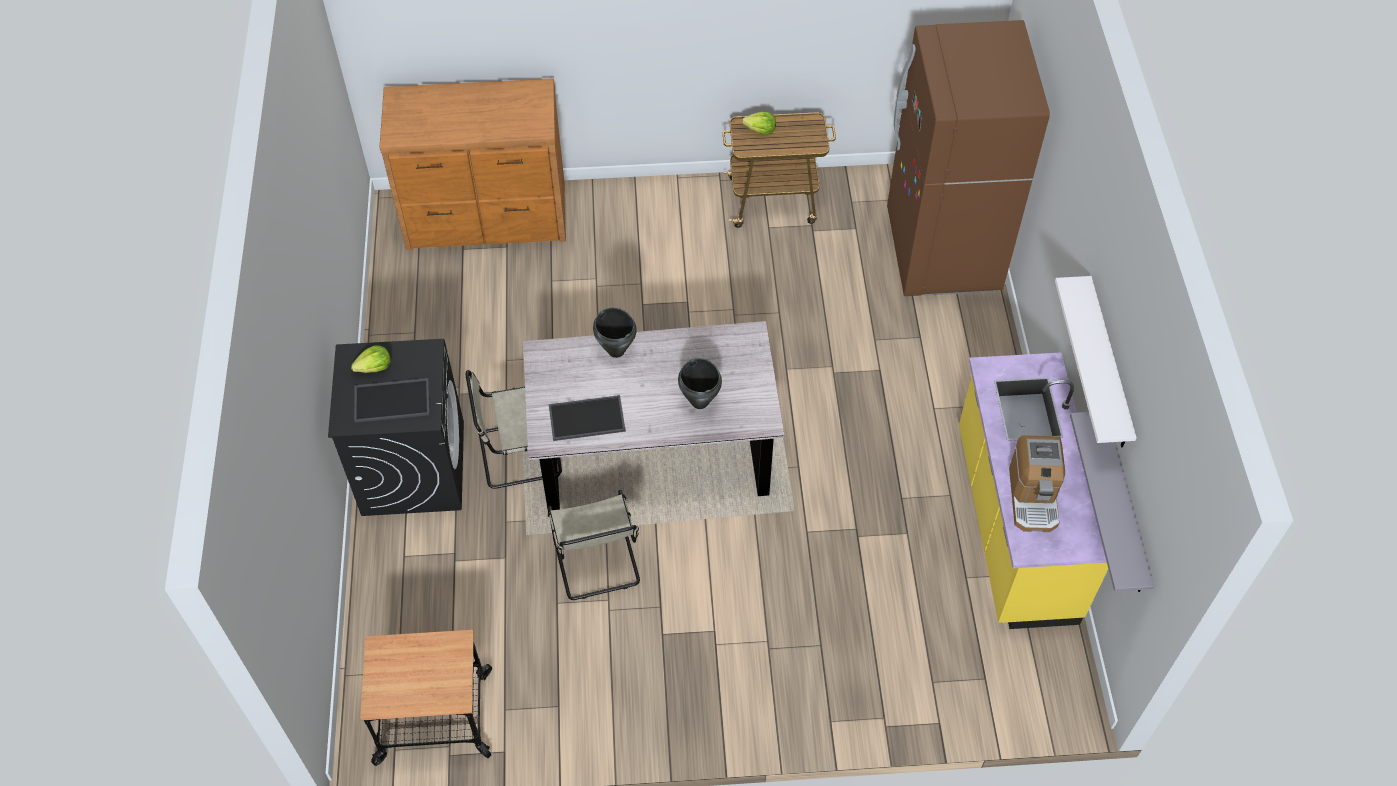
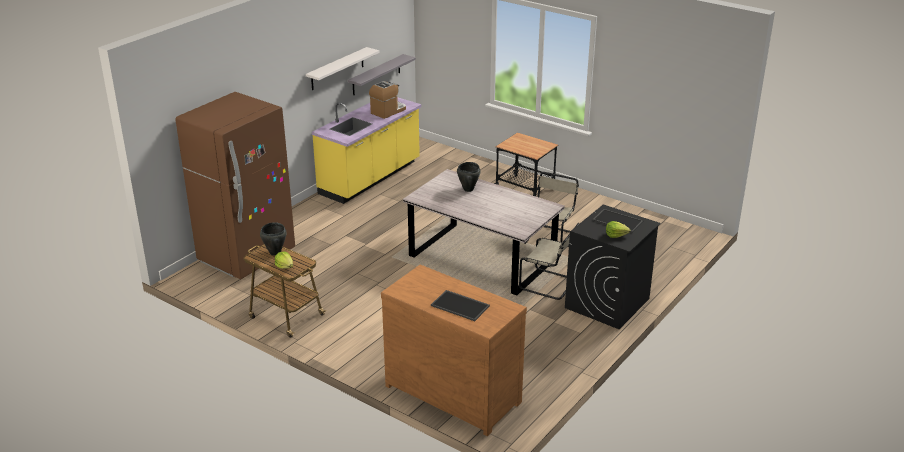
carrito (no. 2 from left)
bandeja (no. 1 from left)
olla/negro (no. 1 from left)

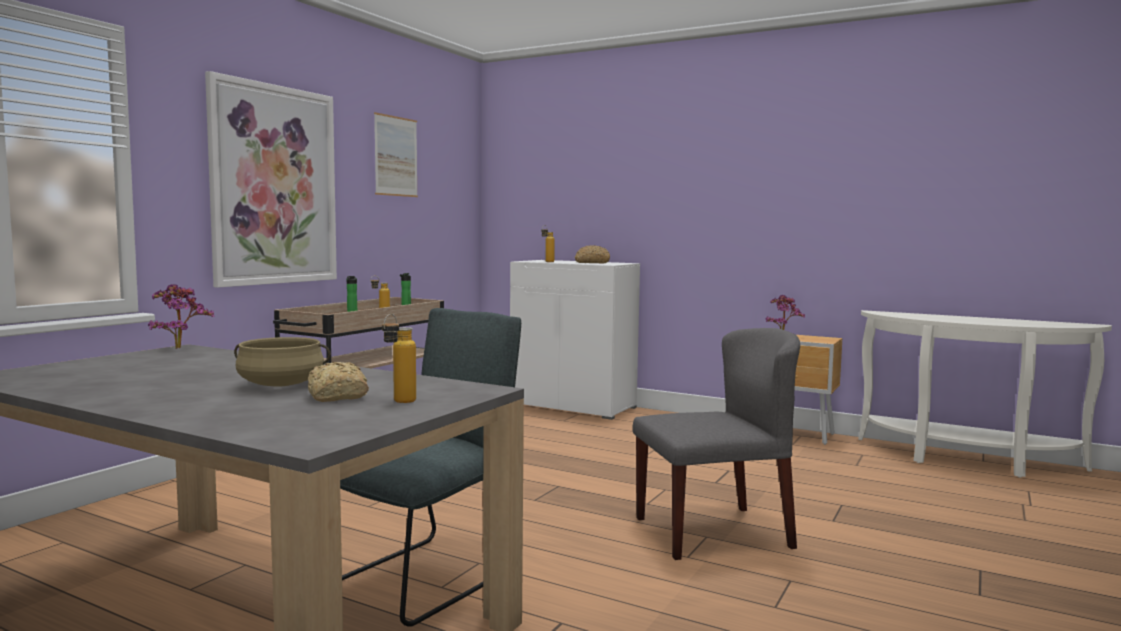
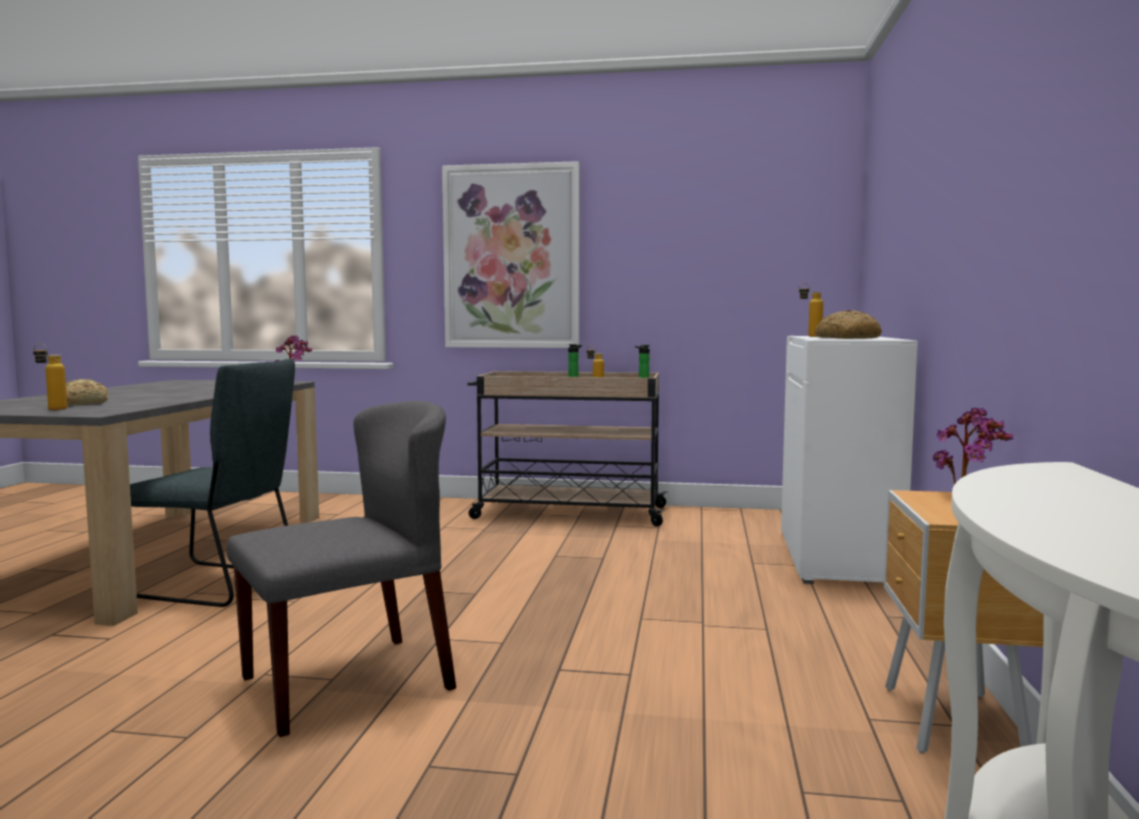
olla/beis
cuadro (no. 2 from left in the first image)
silla/gris (no. 2 from left)

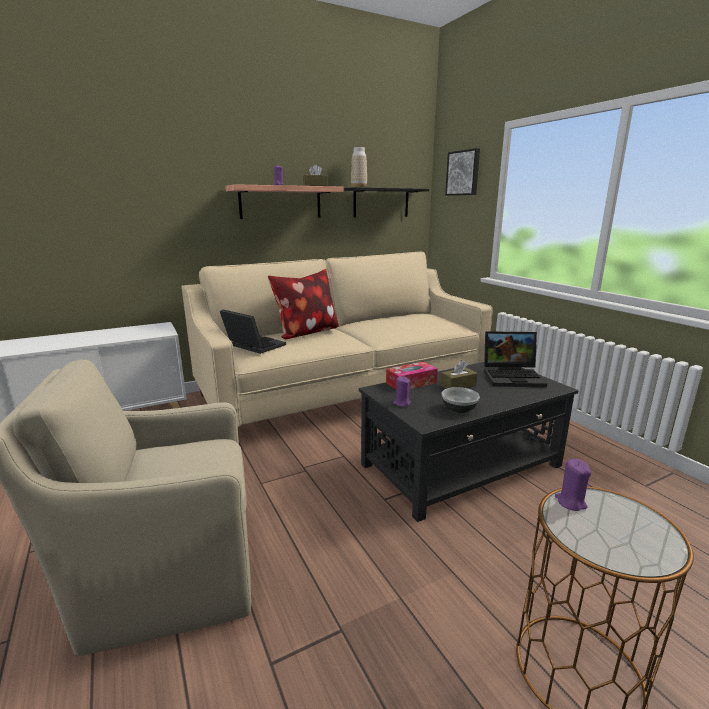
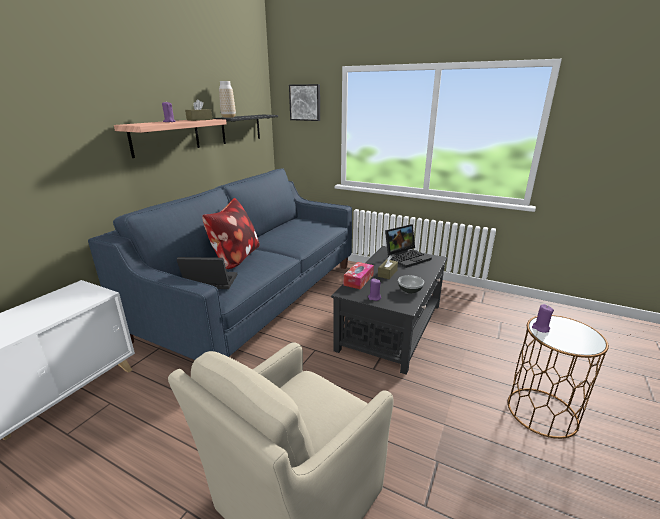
sofá/azul

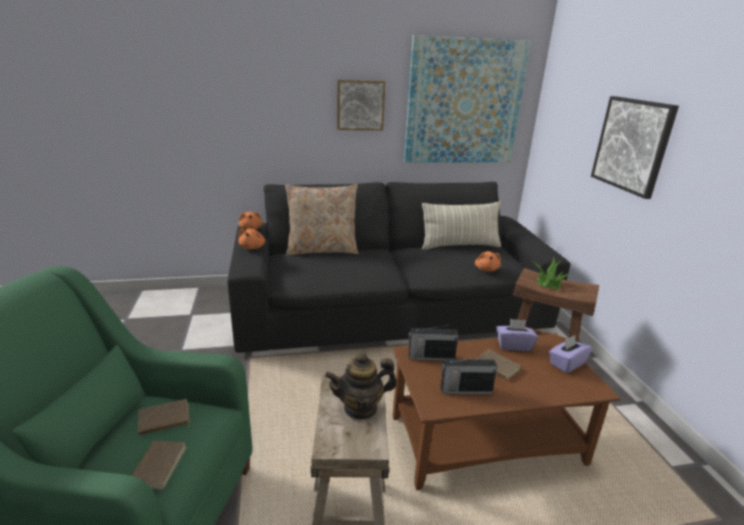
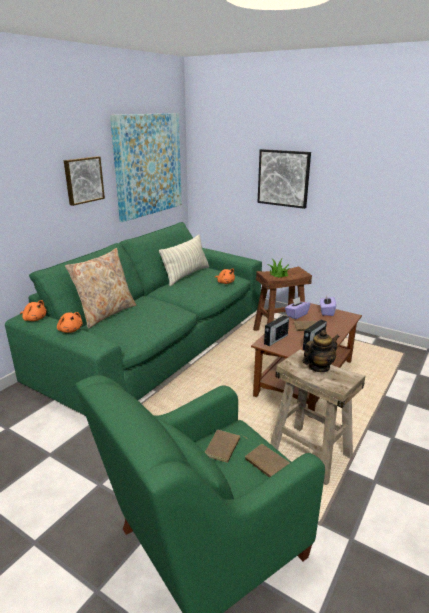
sofá/verde
tetera

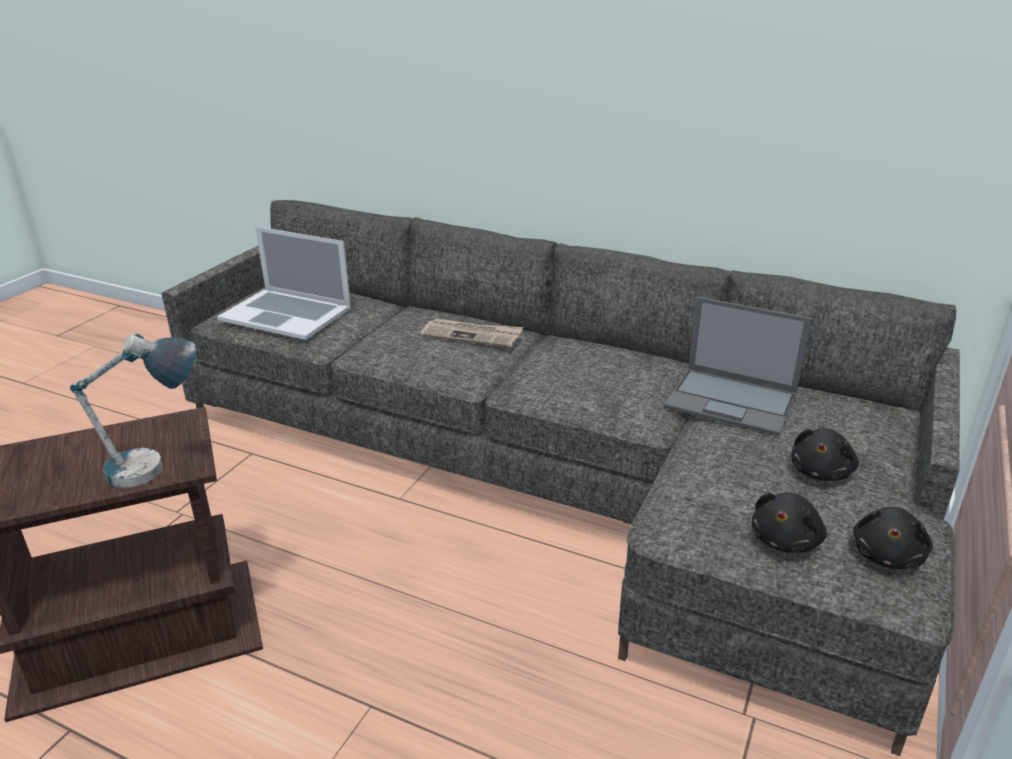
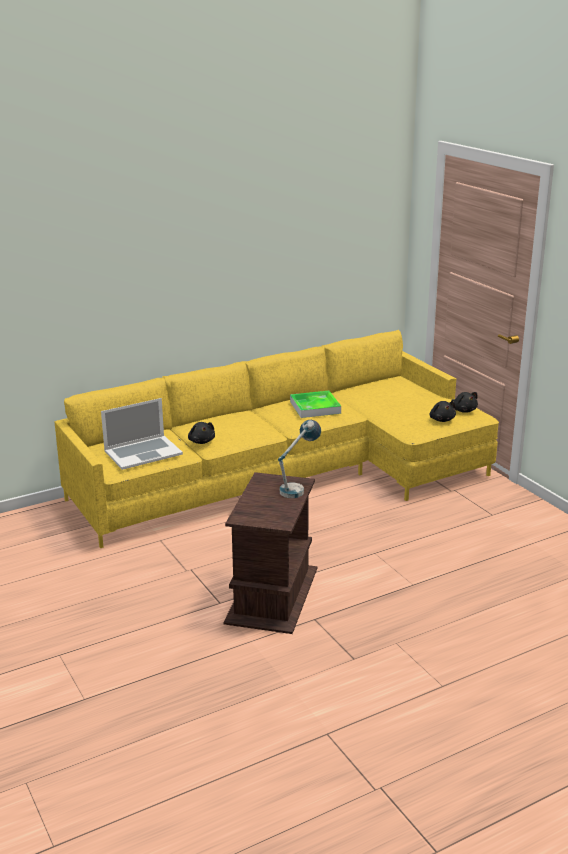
sofá/amarillo
periódico
portátil (no. 2 from left in the first image)
peluche/negro (no. 1 from left)
bandeja

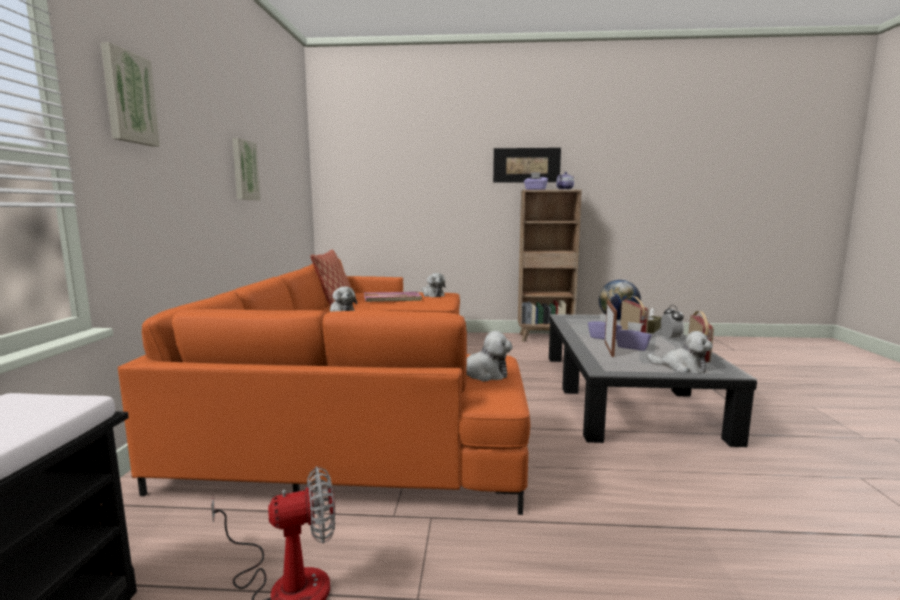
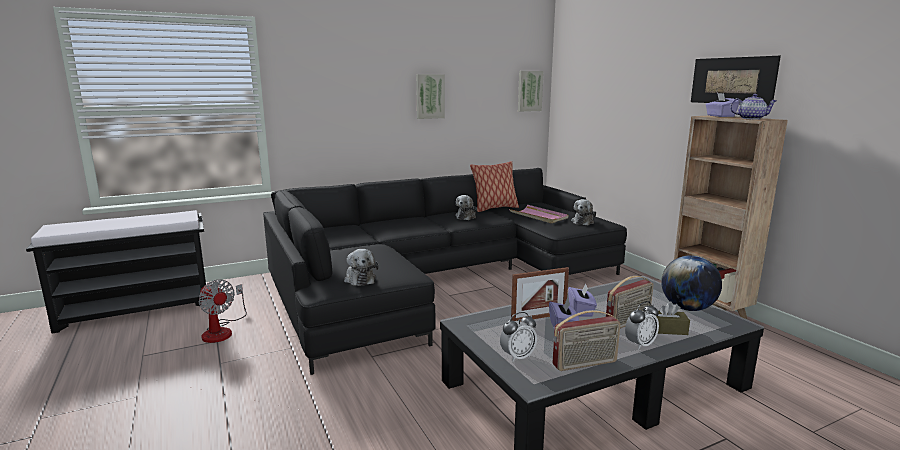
cuadro (no. 2 from left)
sofá/negro
despertador (no. 1 from left)

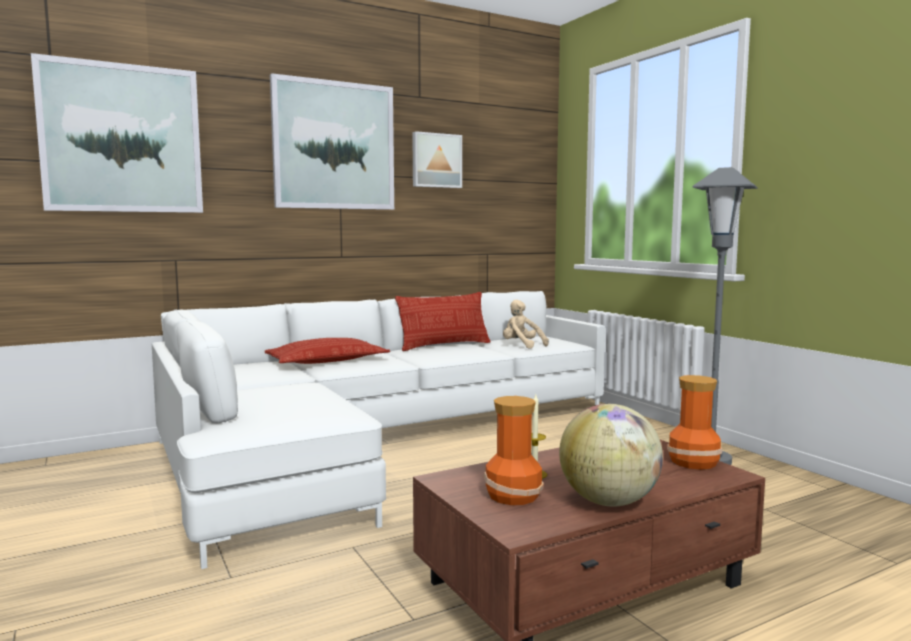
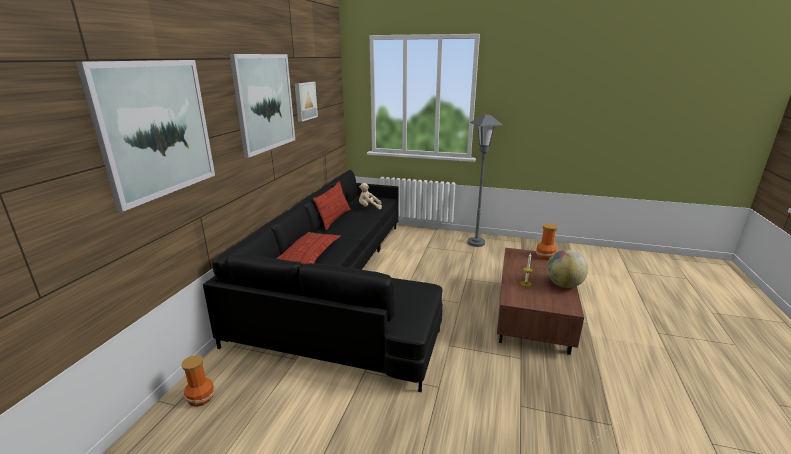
sofá/negro
florero (no. 1 from left)

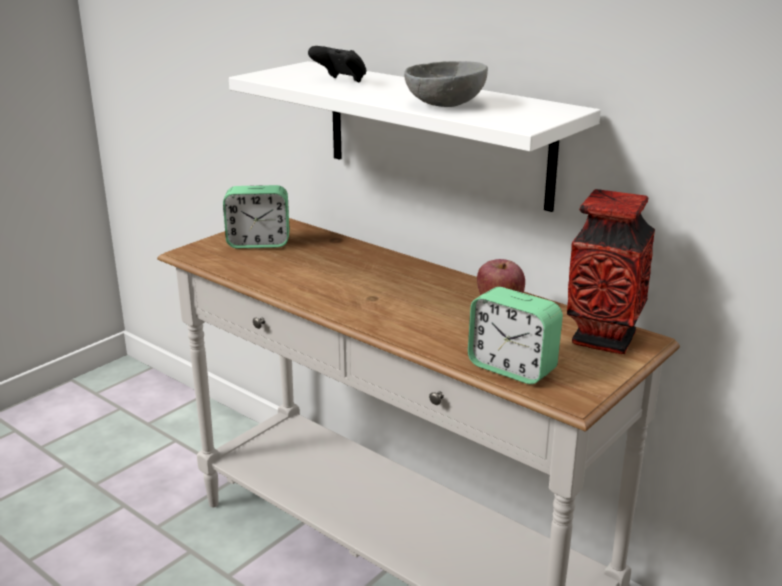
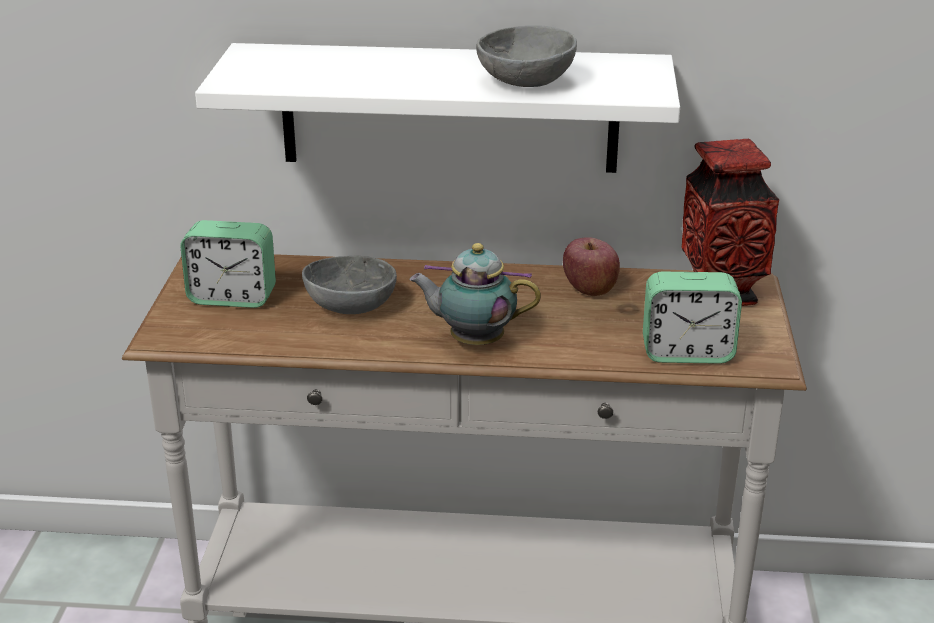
despertador (no. 1 from left)
mando de consola/negro
cuenco/gris (no. 1 from left)
tetera

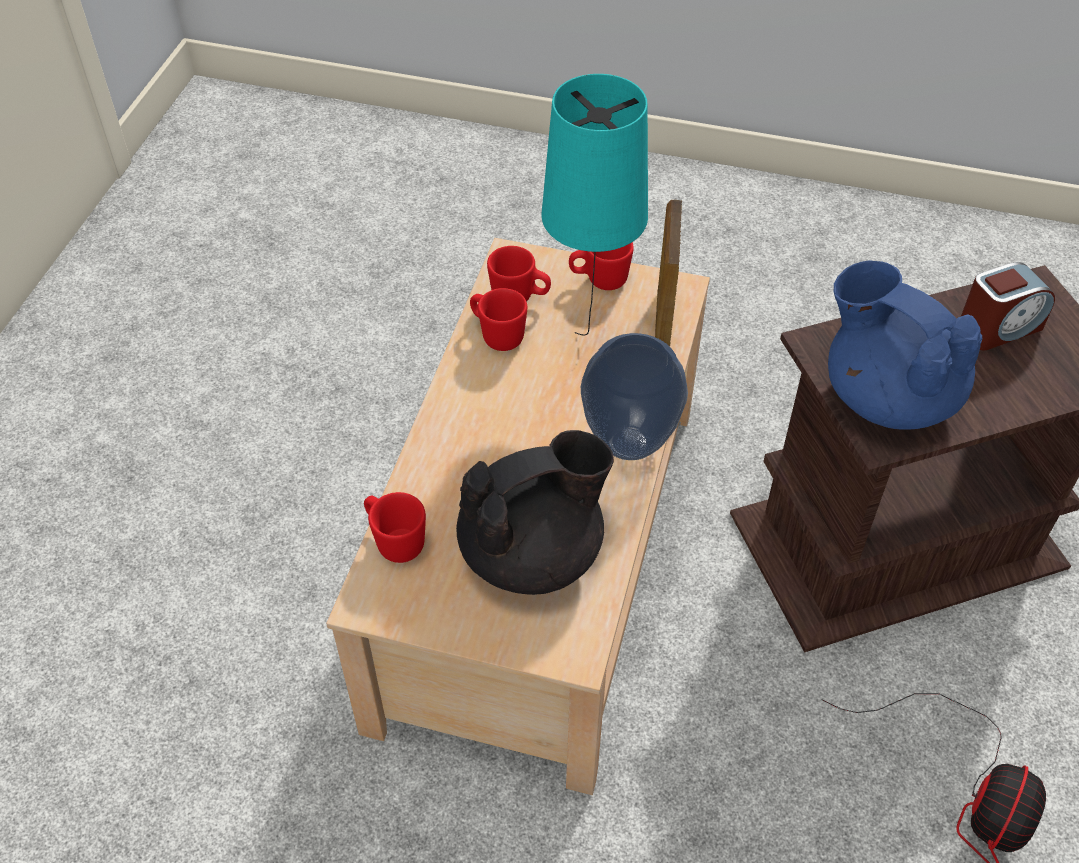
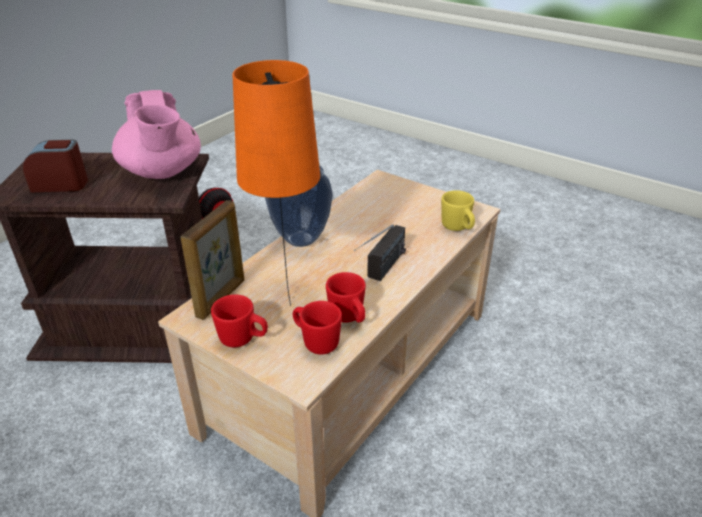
taza grande/amarillo
tetera/negro
lámpara de mesa/naranja
tetera/rosa
radio

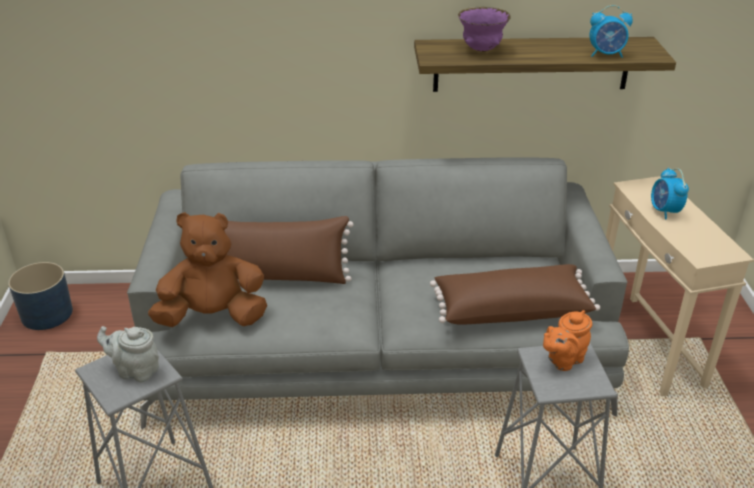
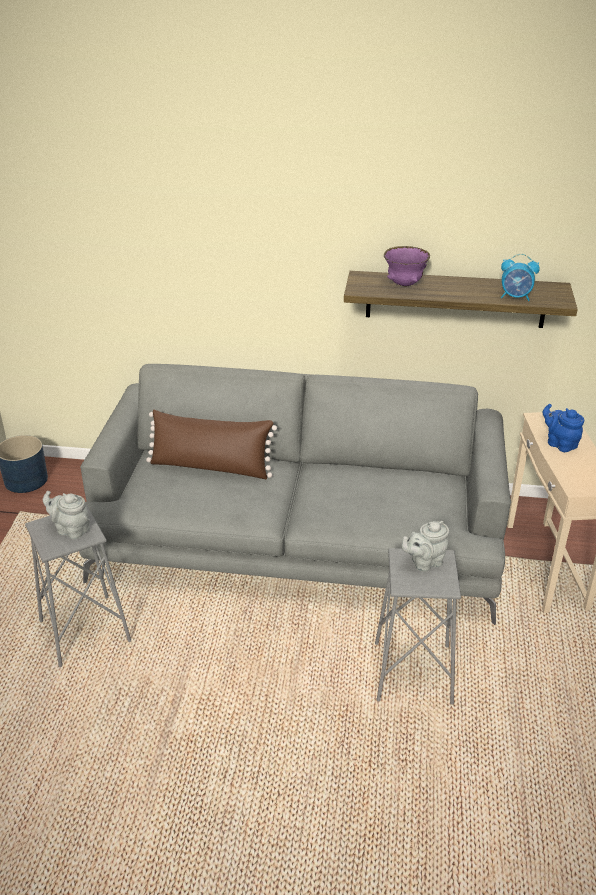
peluche/marrón
cojín/marrón (no. 2 from left in the first image)
tetera/gris (no. 2 from left)
tetera/azul

